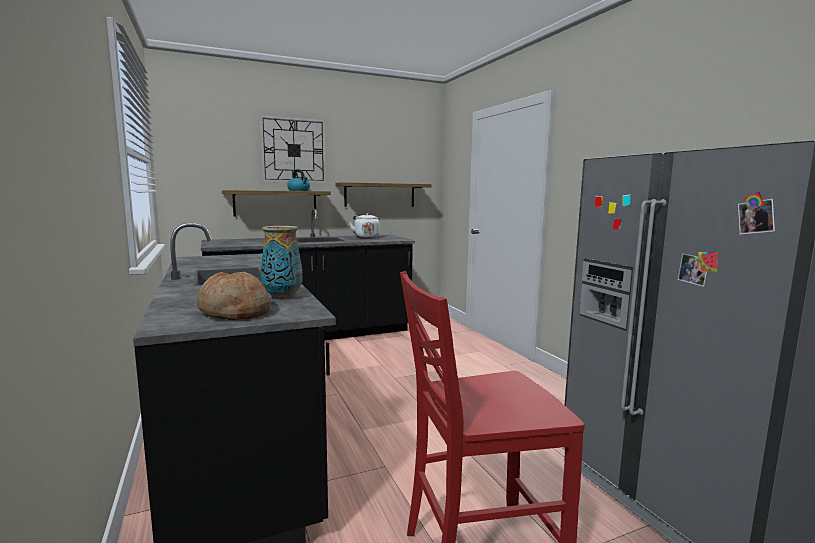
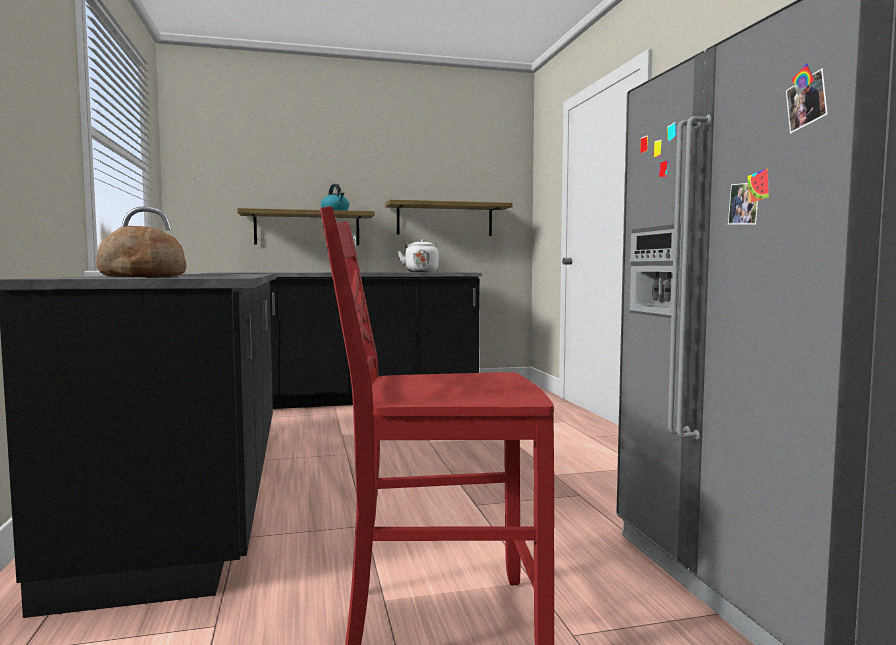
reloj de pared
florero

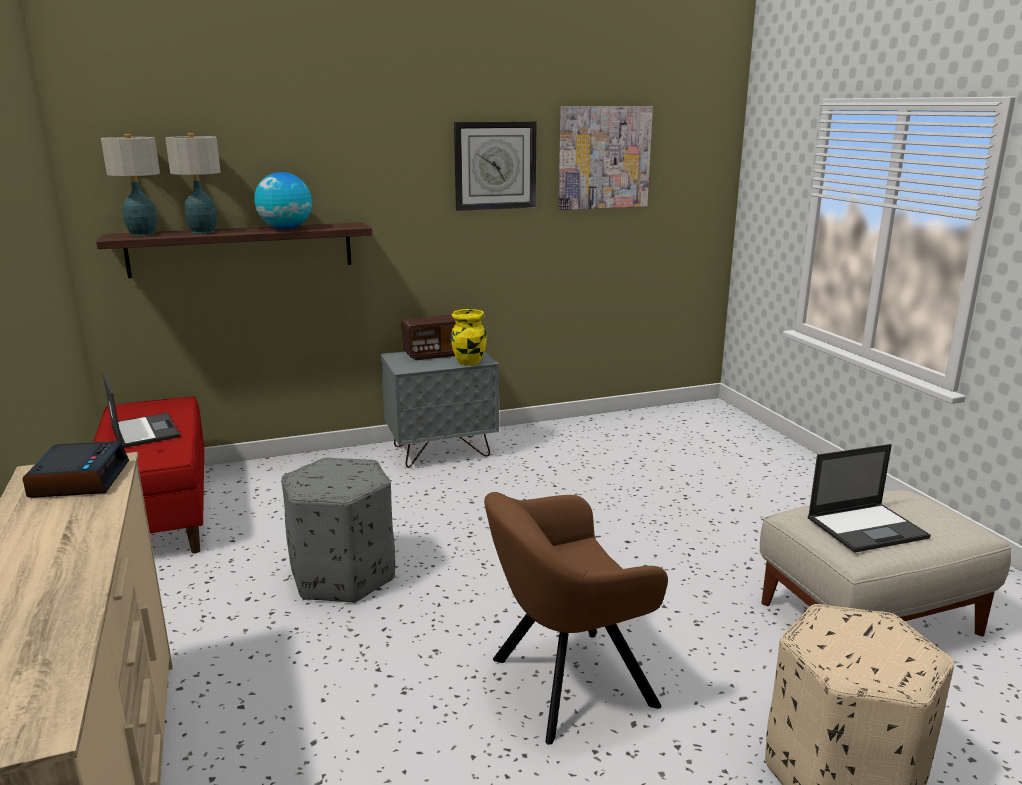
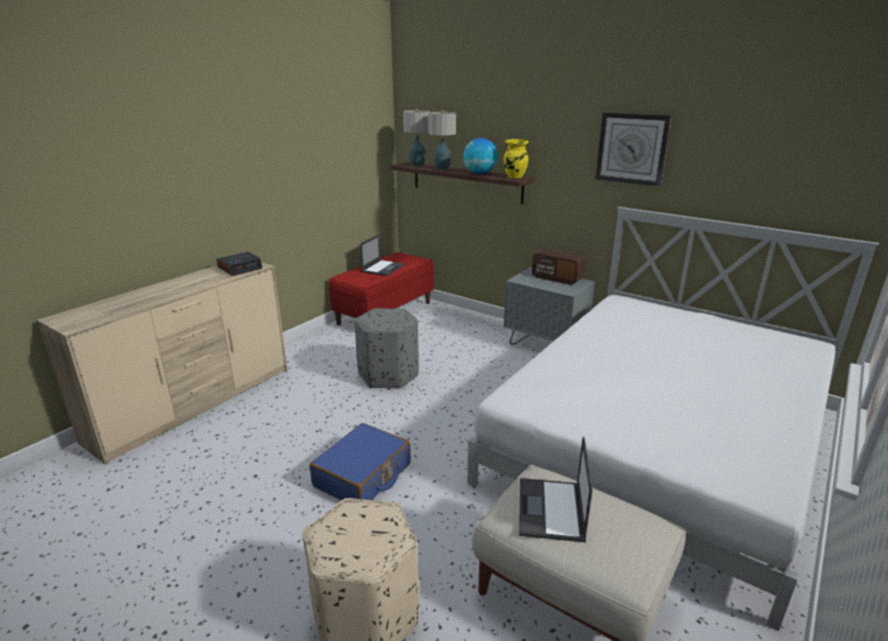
florero/amarillo
maleta/azul
cuadro
portátil (no. 2 from left)
cama/blanco

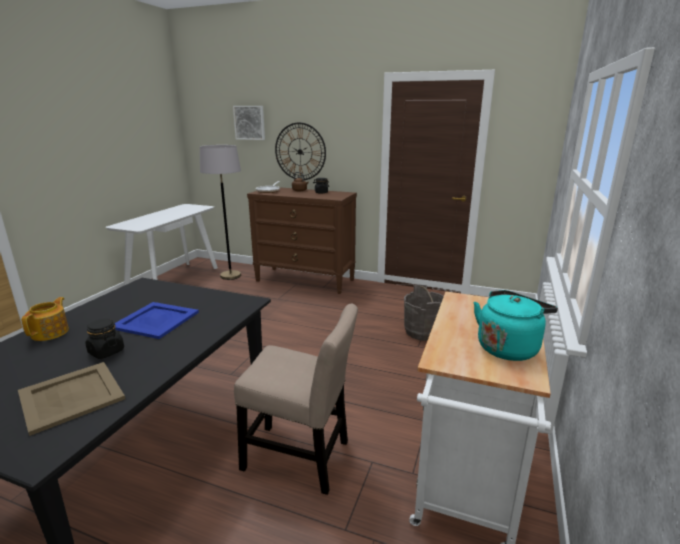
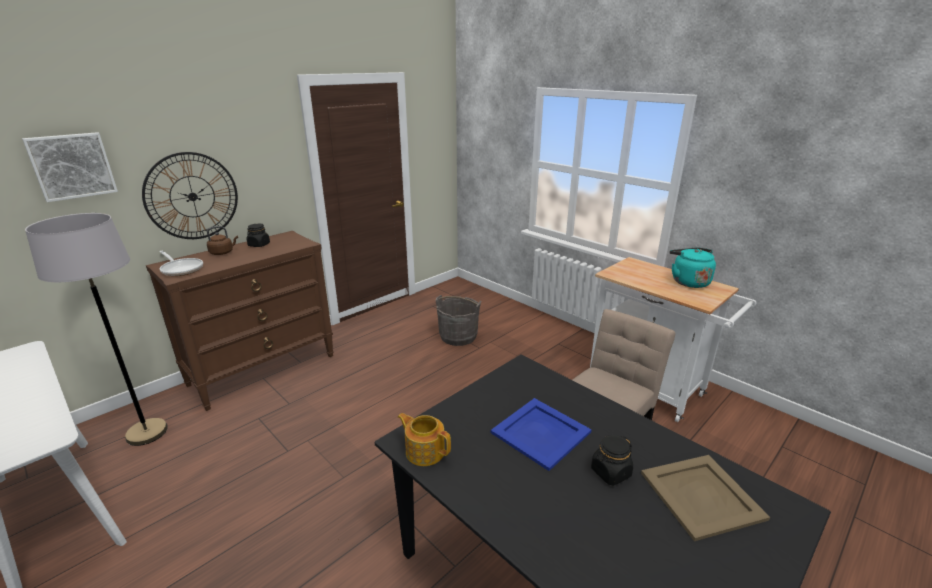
tetera

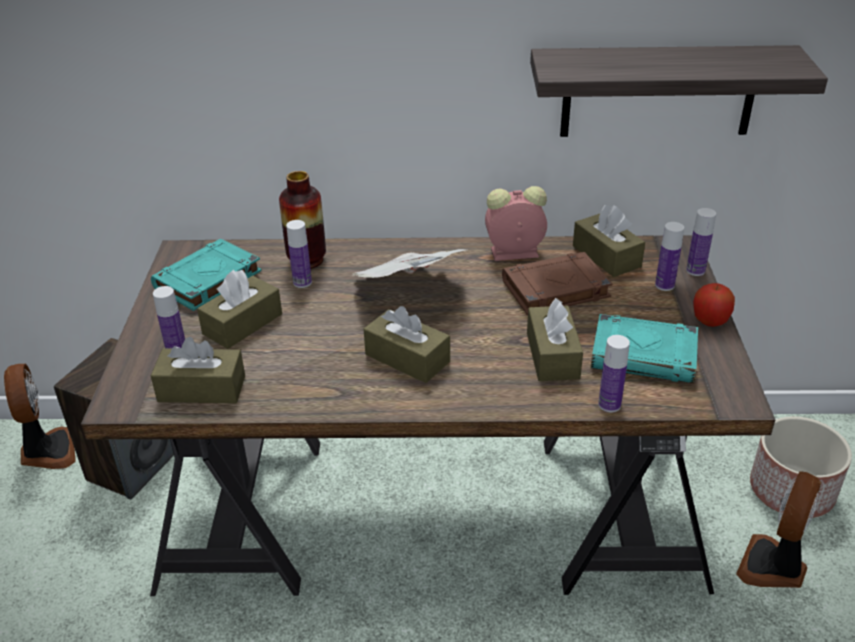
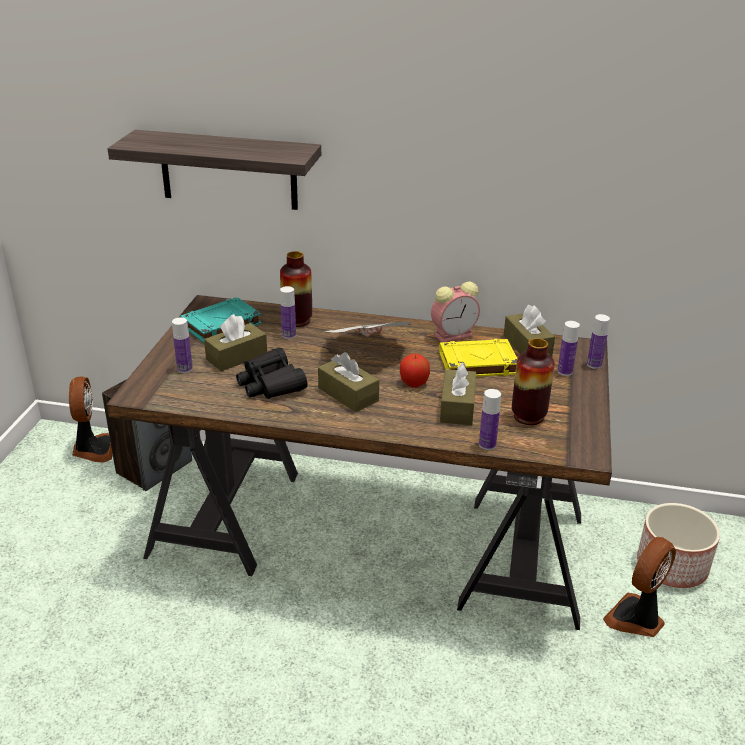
caja de pañuelos/marrón (no. 1 from left in the first image)
despertador
libro/amarillo
estante
florero (no. 2 from left)
manzana
prismáticos/negro

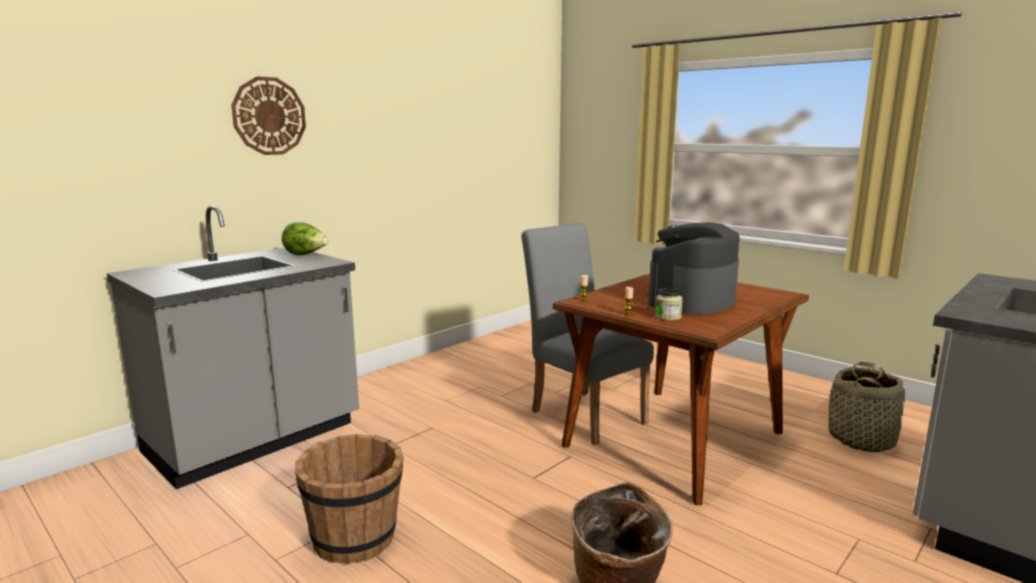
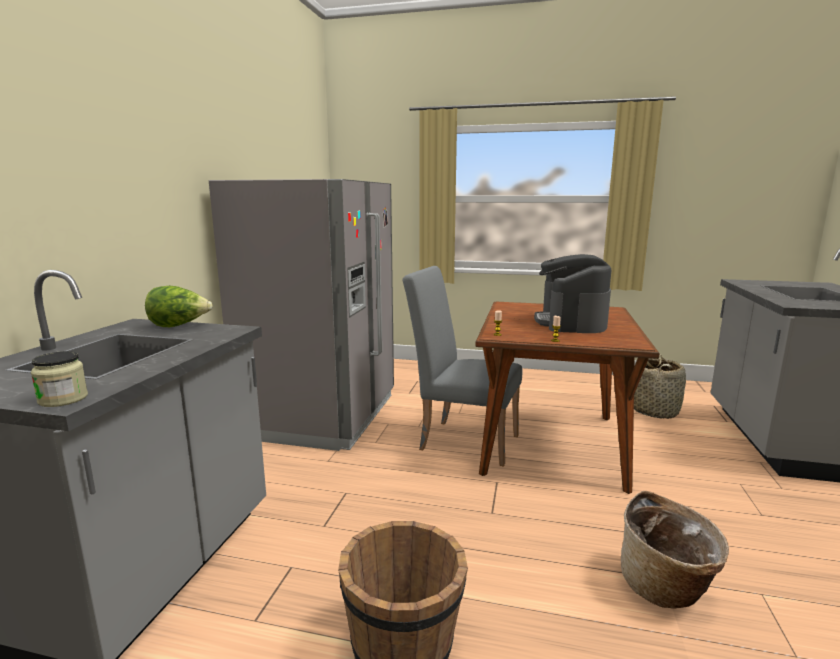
reloj de pared
tarro
nevera/gris

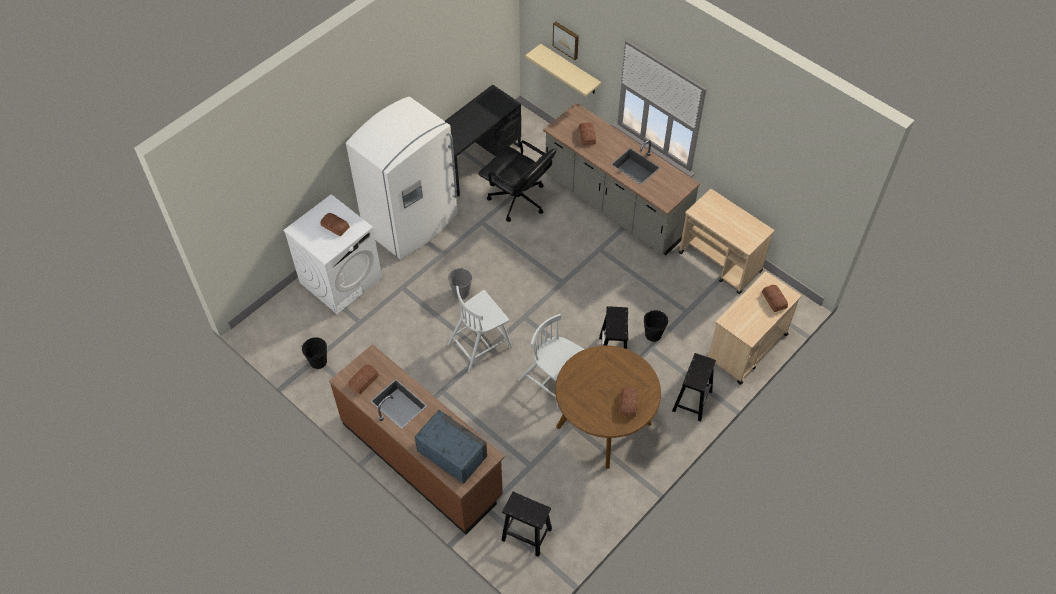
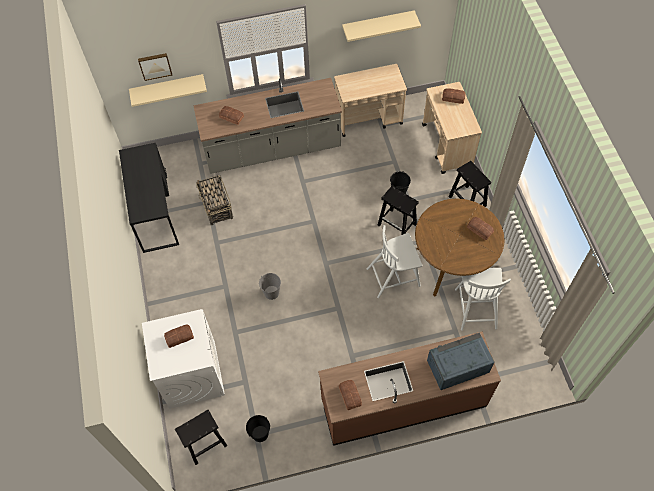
nevera/blanco
silla/blanco (no. 2 from left)
cesta
taburete/negro (no. 1 from left)
estante/beis (no. 2 from left)

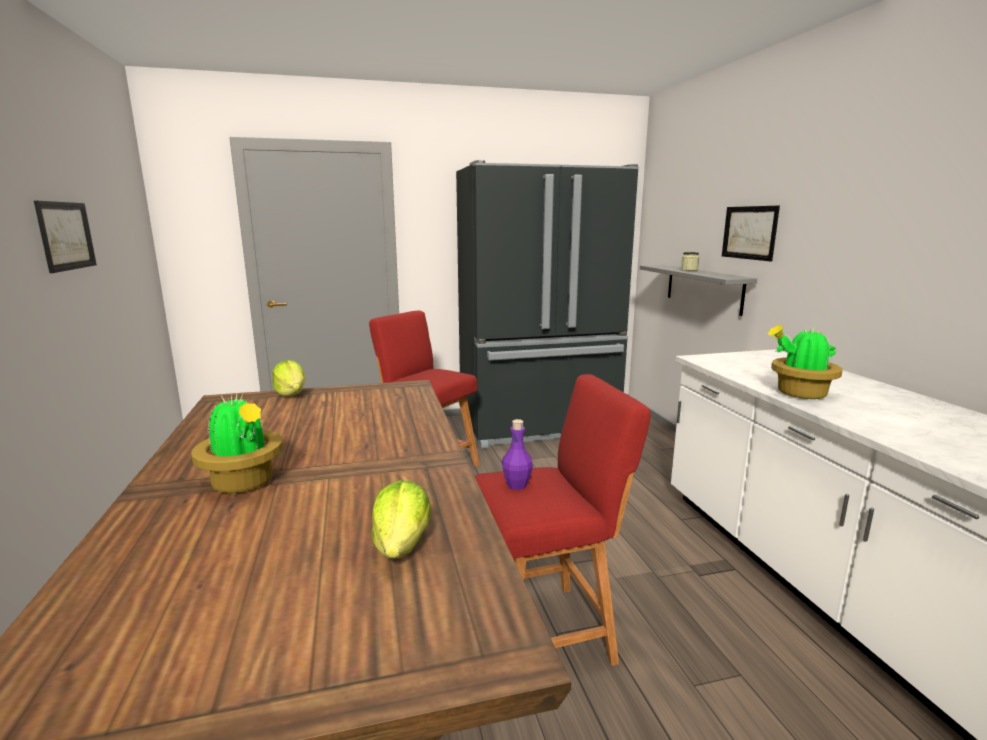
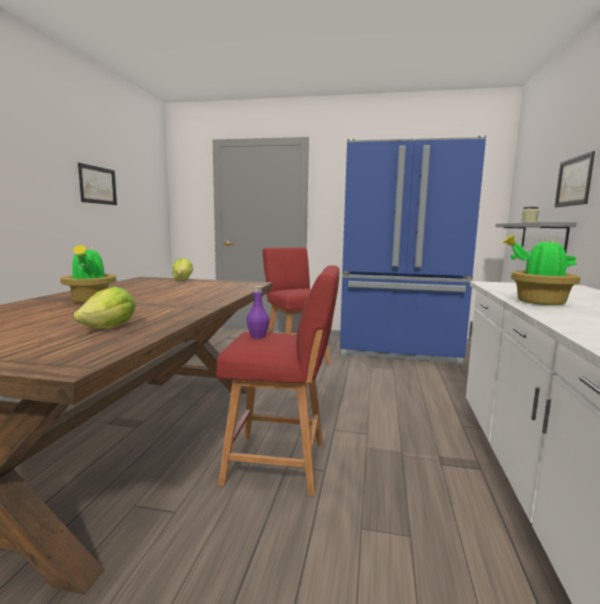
nevera/azul

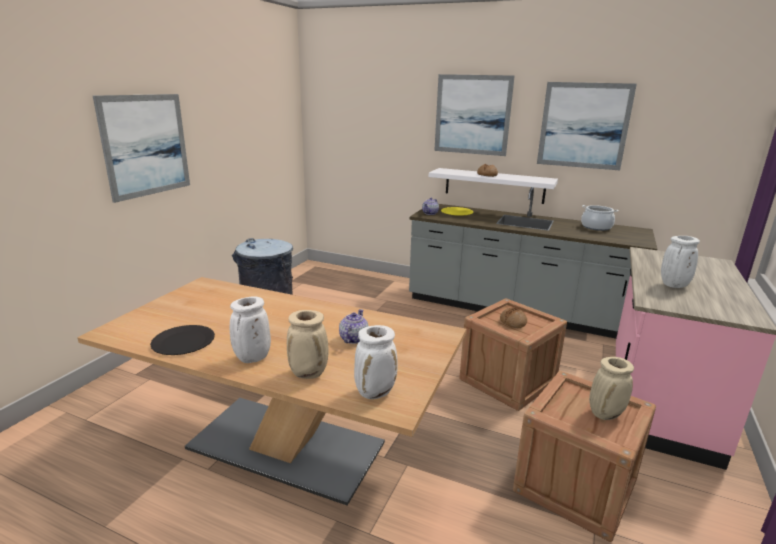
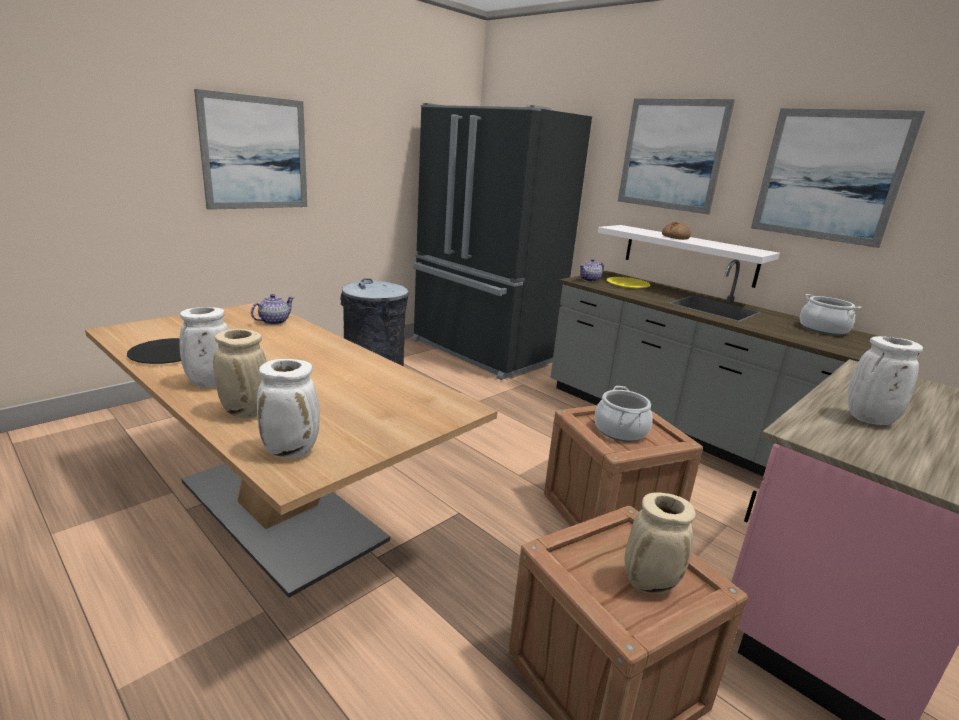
tetera (no. 1 from left)
olla (no. 1 from left)
nevera/negro

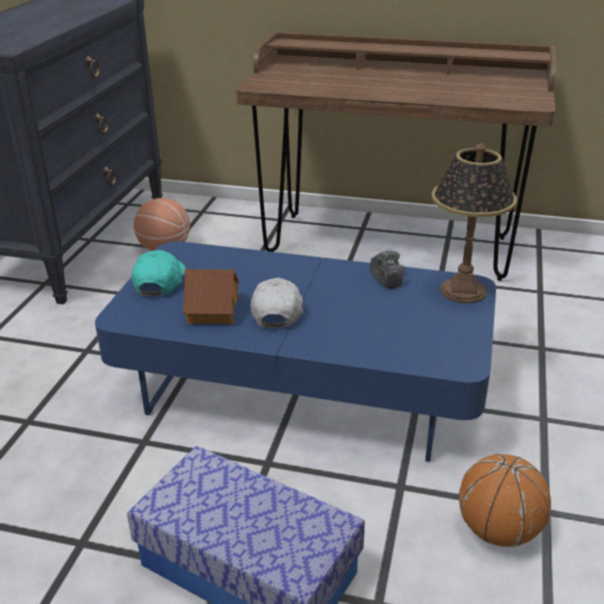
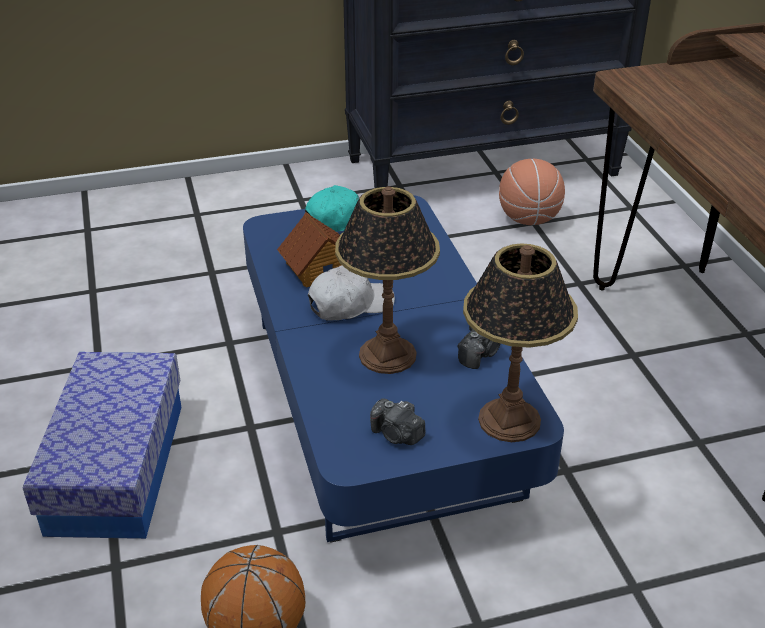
lámpara de mesa (no. 1 from left)
cámara (no. 1 from left)

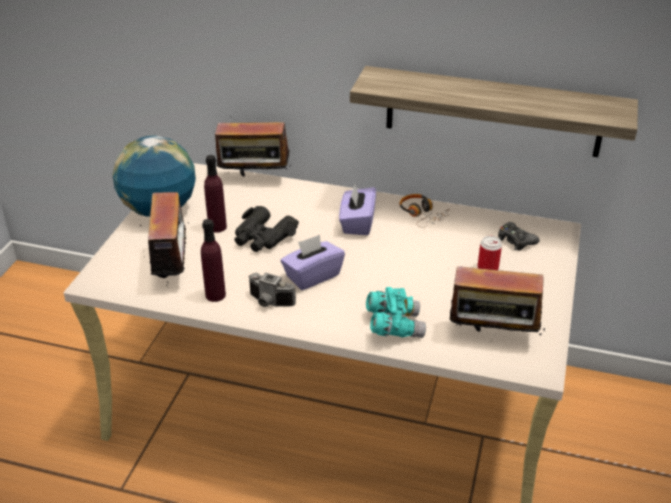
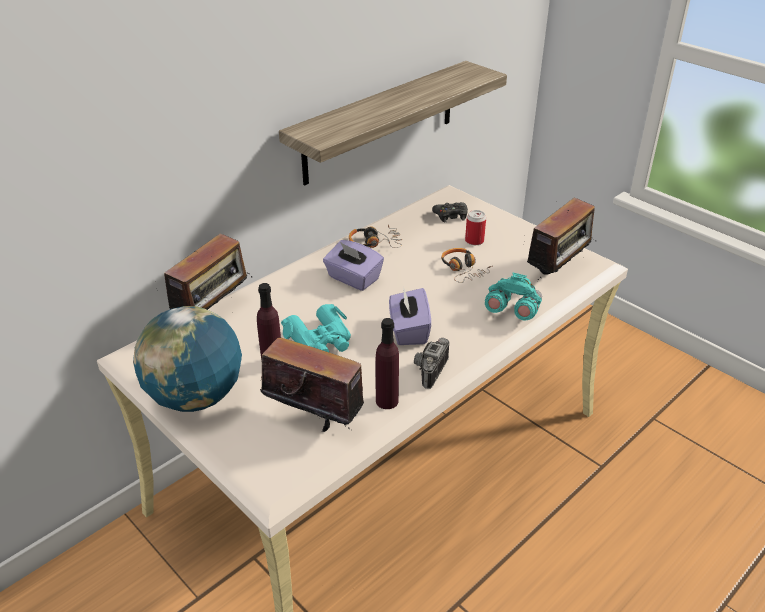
prismáticos/turquesa (no. 1 from left)
cámara
auriculares (no. 2 from left)

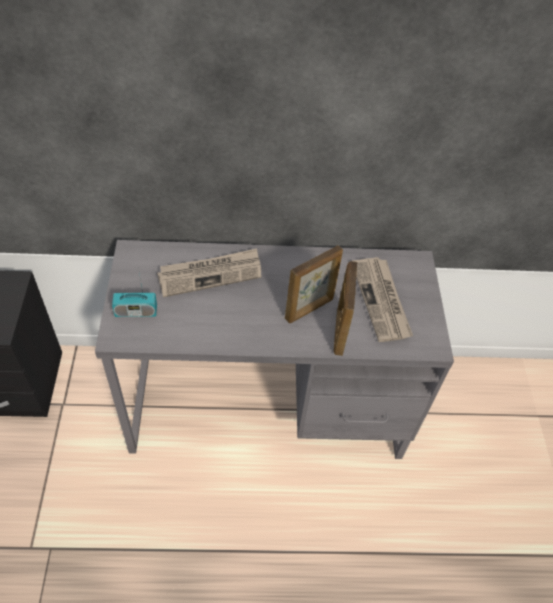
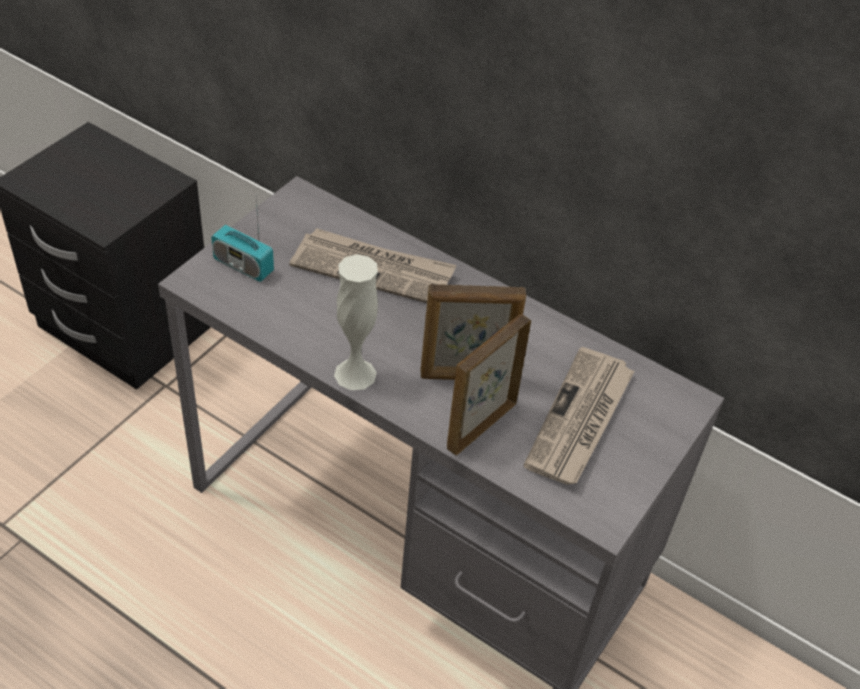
florero/blanco

